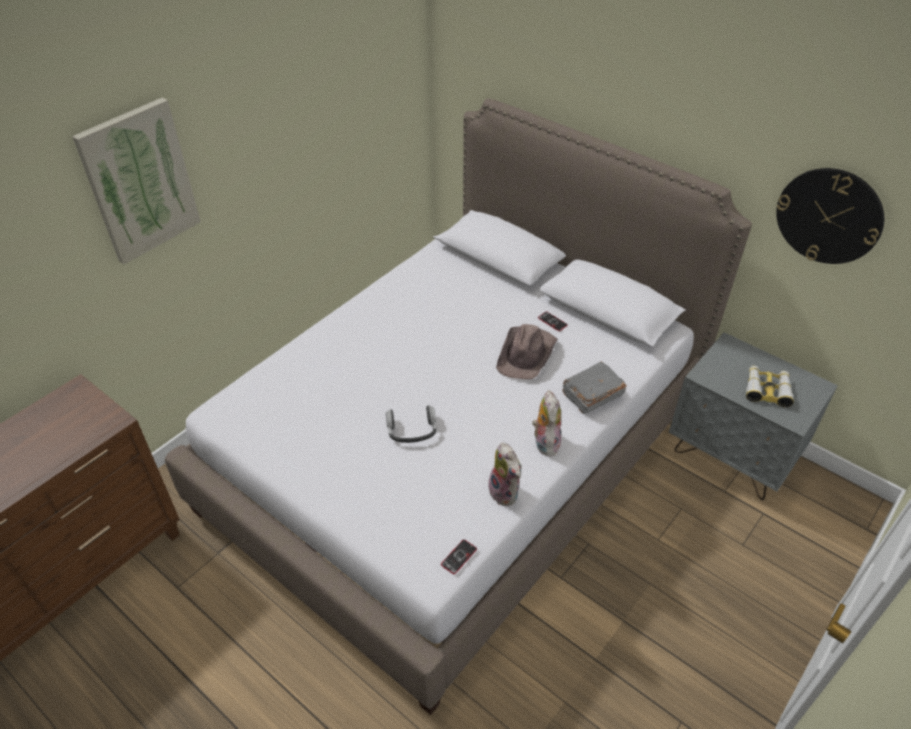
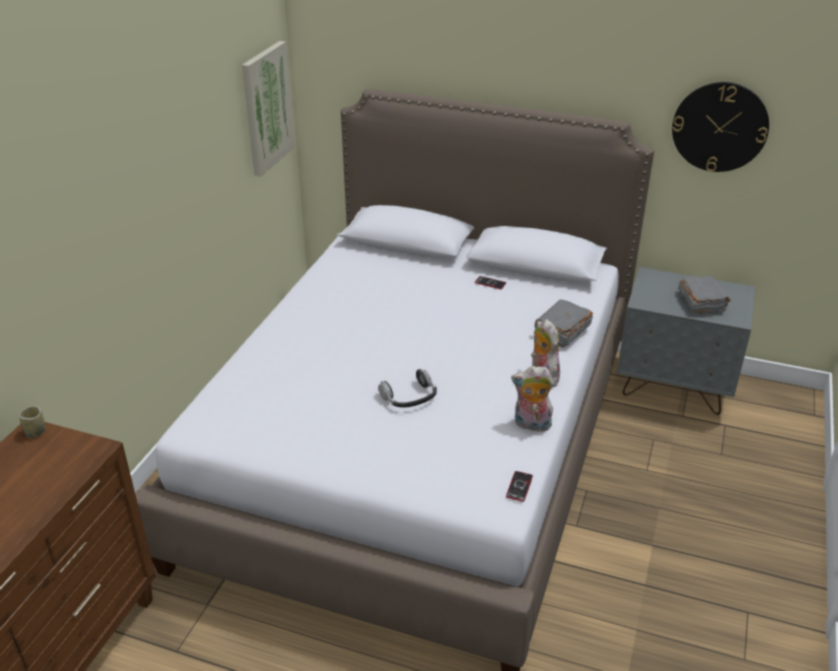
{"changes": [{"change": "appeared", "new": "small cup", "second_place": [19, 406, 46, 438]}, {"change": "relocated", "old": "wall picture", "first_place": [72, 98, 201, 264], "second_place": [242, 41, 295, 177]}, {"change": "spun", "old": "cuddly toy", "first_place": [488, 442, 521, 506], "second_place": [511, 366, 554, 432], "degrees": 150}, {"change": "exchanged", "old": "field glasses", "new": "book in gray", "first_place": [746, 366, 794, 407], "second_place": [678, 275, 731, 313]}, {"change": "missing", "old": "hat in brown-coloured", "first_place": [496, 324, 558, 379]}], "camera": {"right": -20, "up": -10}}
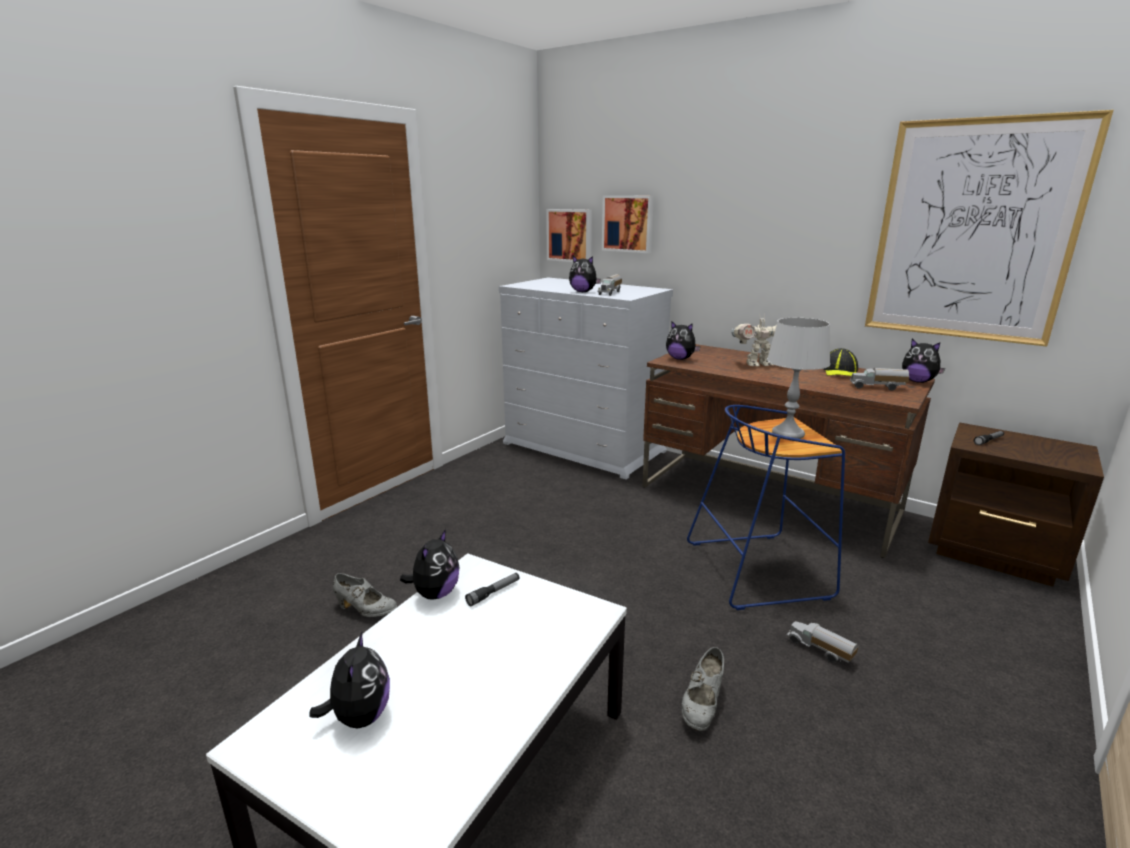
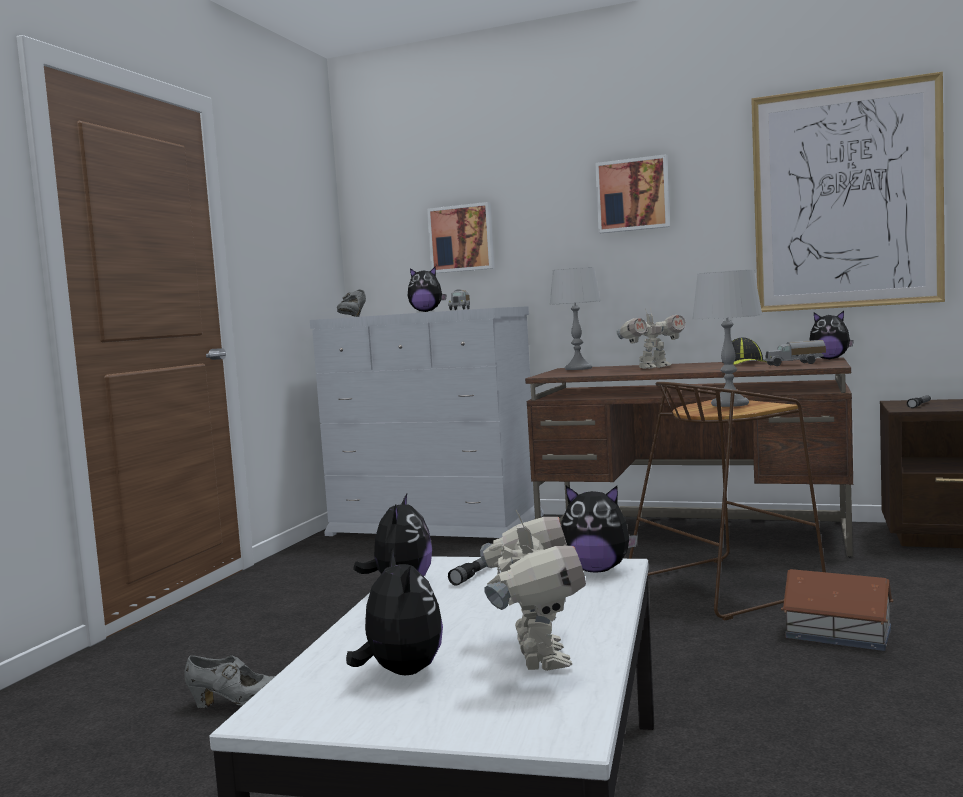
{"changes": [{"change": "relocated", "old": "low shoe in gray", "first_place": [682, 647, 724, 731], "second_place": [337, 290, 366, 317]}, {"change": "appeared", "new": "toy robot", "second_place": [480, 510, 586, 671]}, {"change": "appeared", "new": "lamp for a table in gray", "second_place": [549, 267, 600, 370]}, {"change": "relocated", "old": "cuddly toy", "first_place": [666, 321, 700, 360], "second_place": [561, 486, 638, 572]}, {"change": "relocated", "old": "wall picture", "first_place": [546, 209, 592, 262], "second_place": [595, 154, 670, 233]}, {"change": "colour", "old": "stool seat in blue-coloured", "new": "stool seat in brown-coloured", "first_place": [687, 405, 845, 610], "second_place": [629, 382, 826, 620]}, {"change": "exchanged", "old": "toy lorry", "new": "toy house", "first_place": [787, 621, 858, 663], "second_place": [781, 569, 893, 651]}], "camera": {"right": -15, "up": -15}}
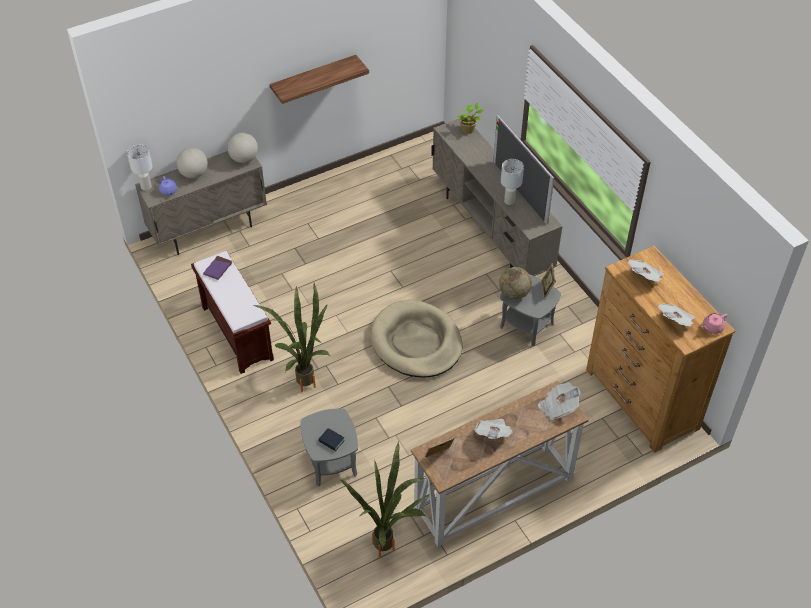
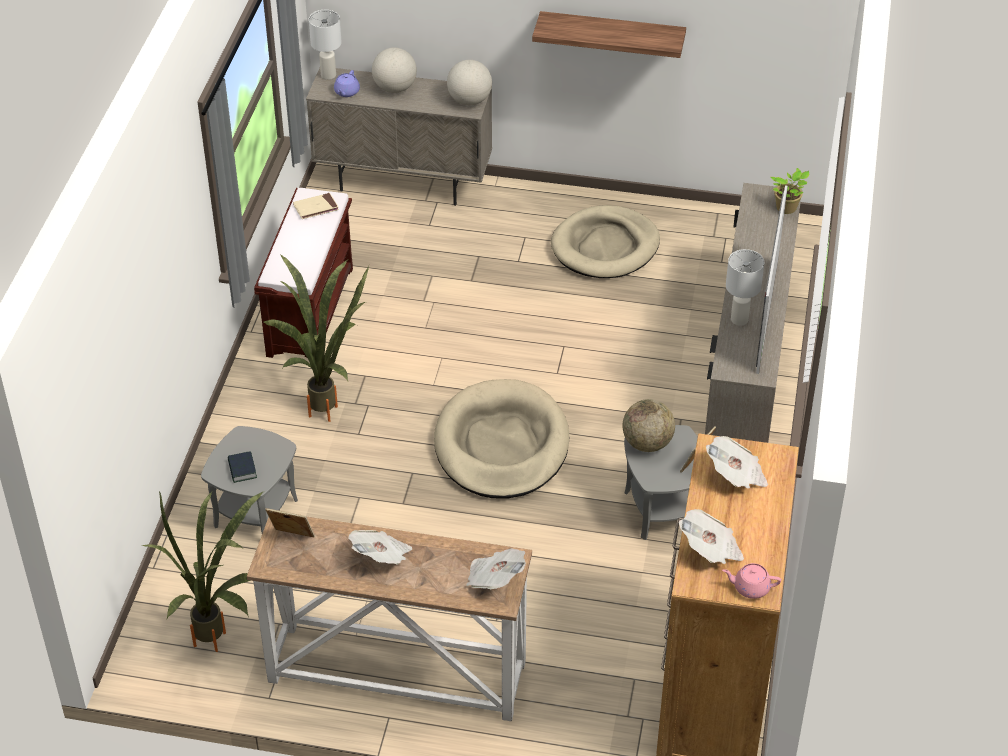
{"changes": [{"change": "colour", "old": "book in purple", "new": "book in beige-coloured", "first_place": [203, 256, 232, 280], "second_place": [293, 193, 339, 219]}, {"change": "appeared", "new": "pet bed in beige-coloured", "second_place": [551, 205, 660, 278]}], "camera": {"right": 40, "up": -5}}
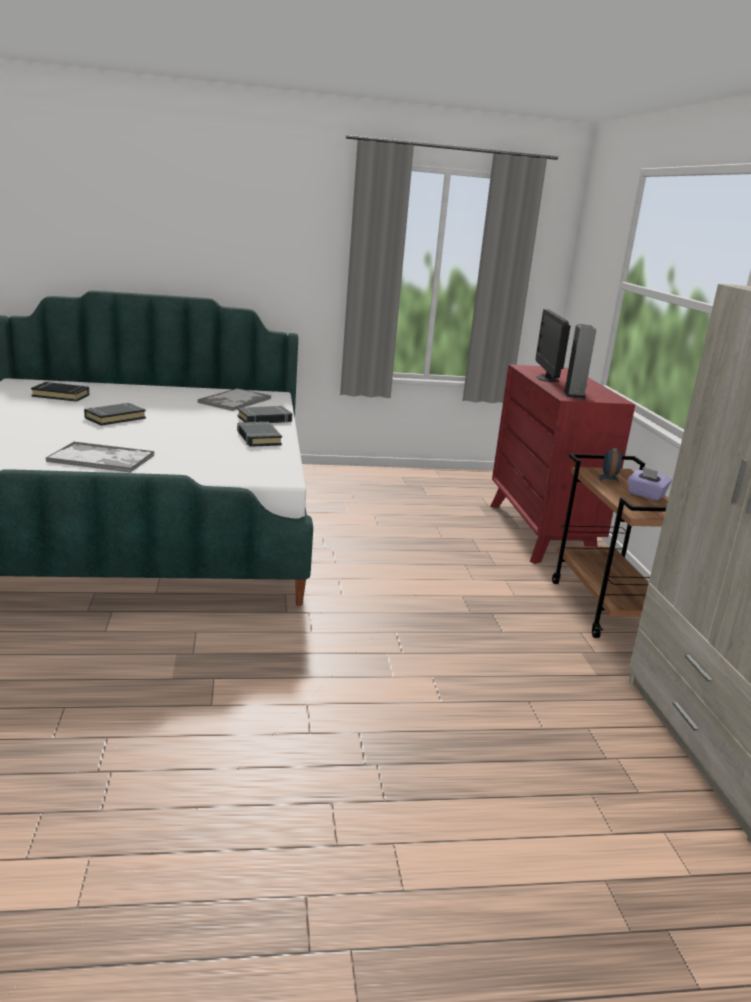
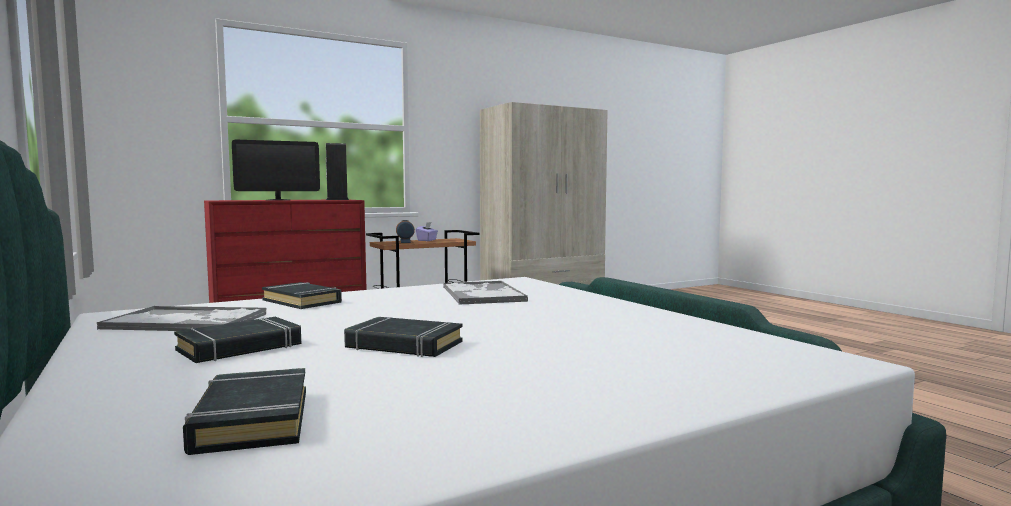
{"changes": [{"change": "relocated", "old": "book in black", "first_place": [237, 422, 282, 447], "second_place": [174, 317, 301, 363]}, {"change": "relocated", "old": "tray", "first_place": [46, 441, 154, 473], "second_place": [443, 281, 528, 305]}], "camera": {"right": -110, "up": -15}}
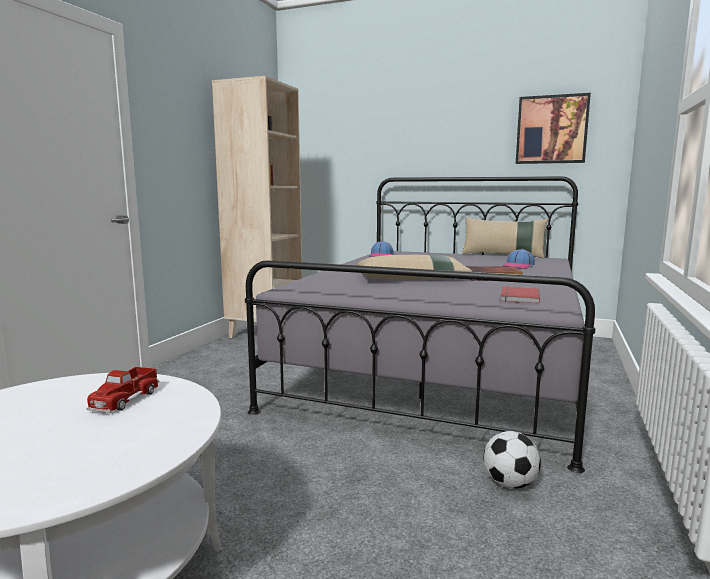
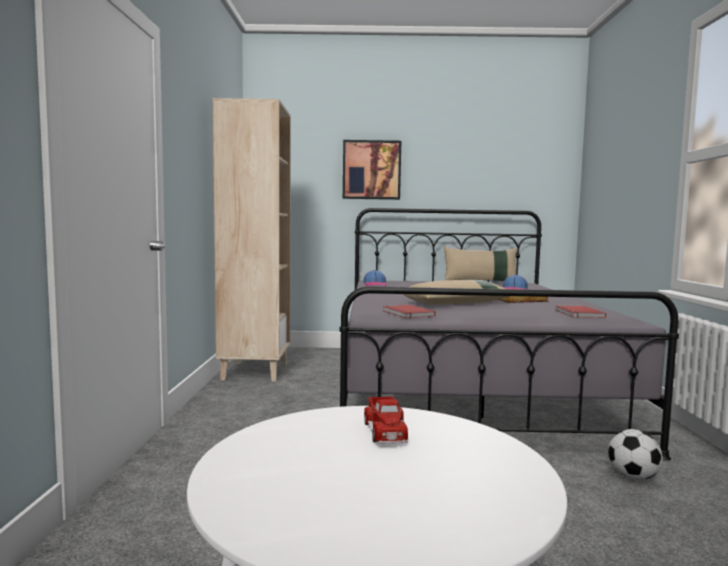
{"changes": [{"change": "relocated", "old": "wall picture", "first_place": [516, 93, 591, 164], "second_place": [343, 140, 401, 200]}, {"change": "appeared", "new": "book in red", "second_place": [383, 305, 436, 319]}], "camera": {"right": -20, "up": -5}}
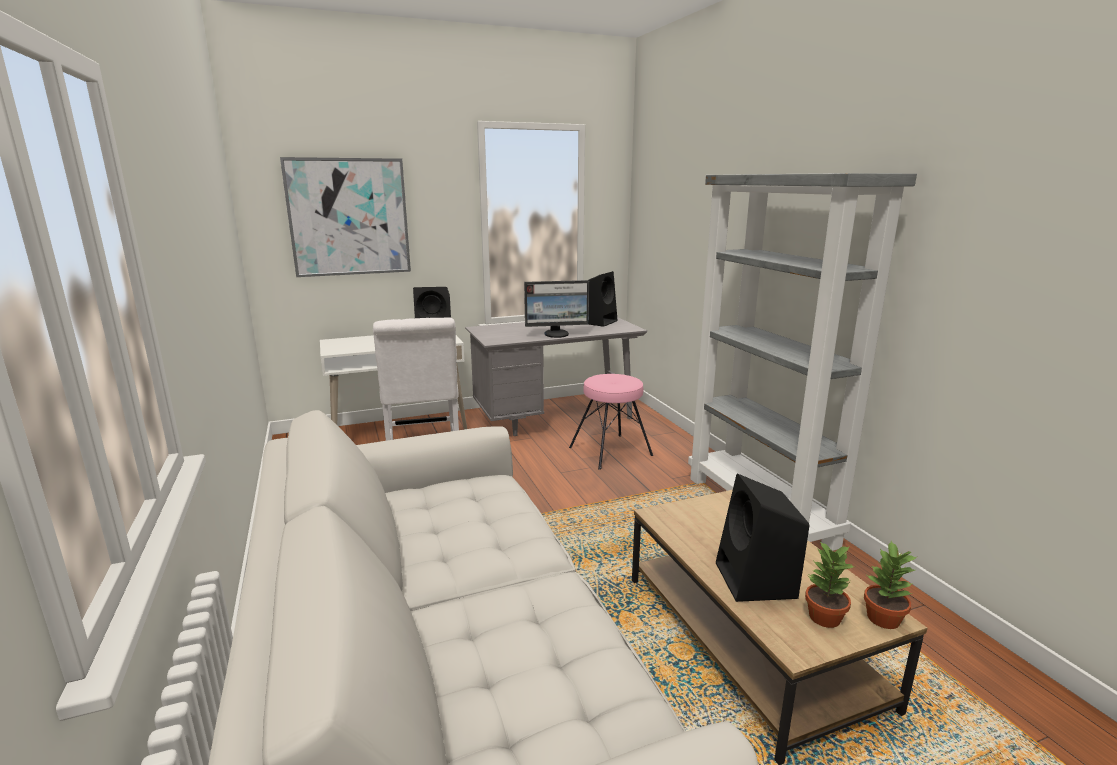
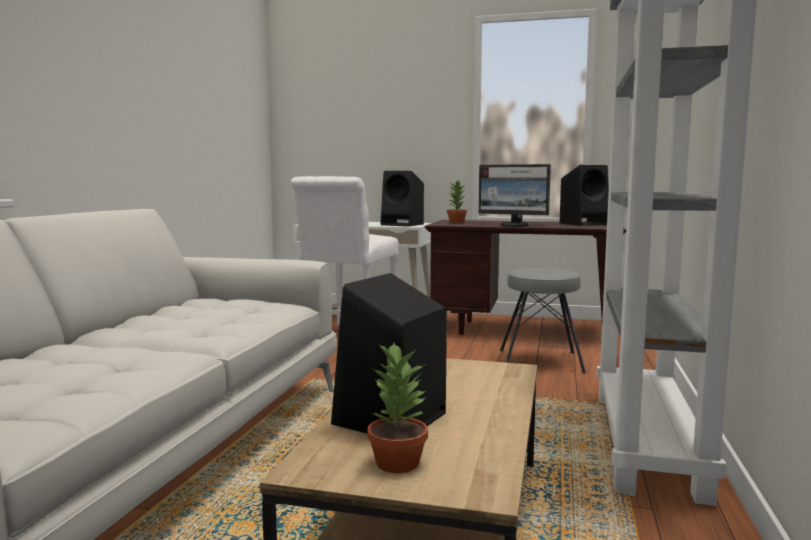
{"changes": [{"change": "colour", "old": "desk in gray", "new": "desk in brown-coloured", "first_place": [465, 317, 647, 436], "second_place": [425, 220, 626, 335]}, {"change": "relocated", "old": "potted plant", "first_place": [864, 541, 917, 629], "second_place": [447, 181, 467, 223]}, {"change": "colour", "old": "stool seat in pink", "new": "stool seat in gray", "first_place": [569, 374, 653, 470], "second_place": [500, 268, 586, 373]}, {"change": "missing", "old": "wall picture", "first_place": [280, 157, 411, 277]}], "camera": {"right": 35, "up": -10}}
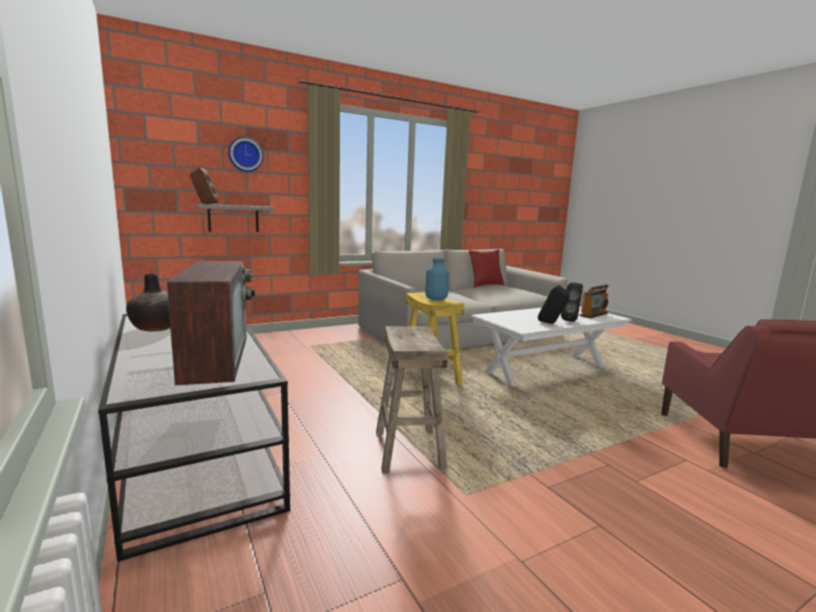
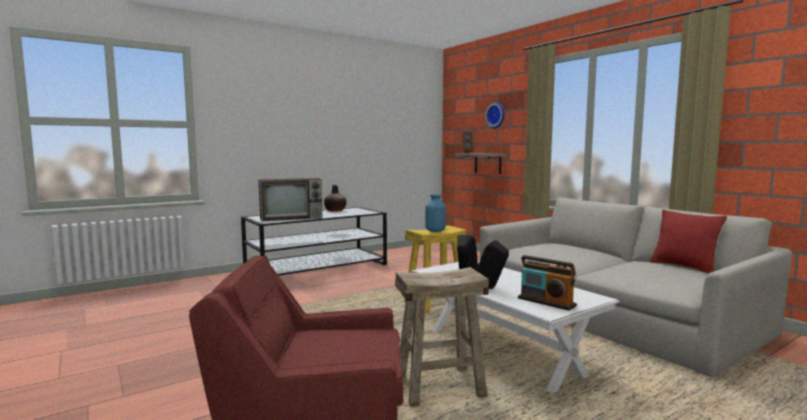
{"changes": [{"change": "relocated", "old": "stool seat in beige-coloured", "first_place": [376, 326, 448, 474], "second_place": [395, 267, 489, 407]}], "camera": {"right": 85, "up": -5}}
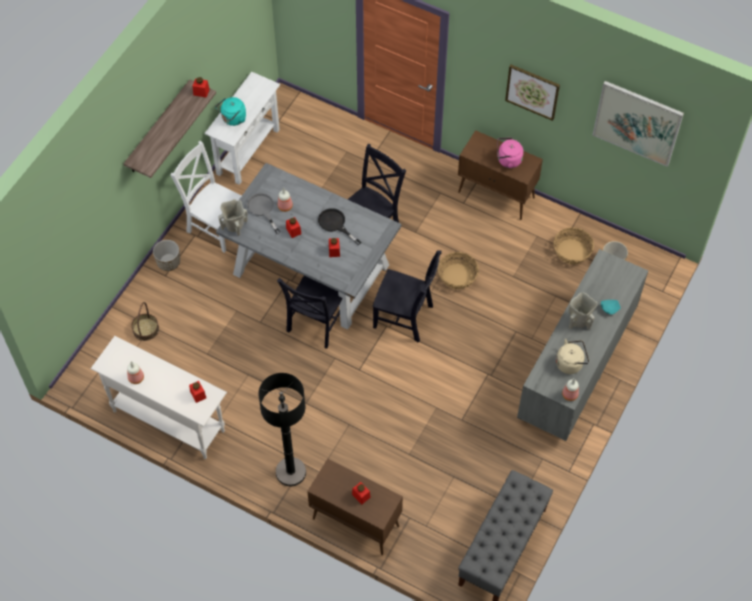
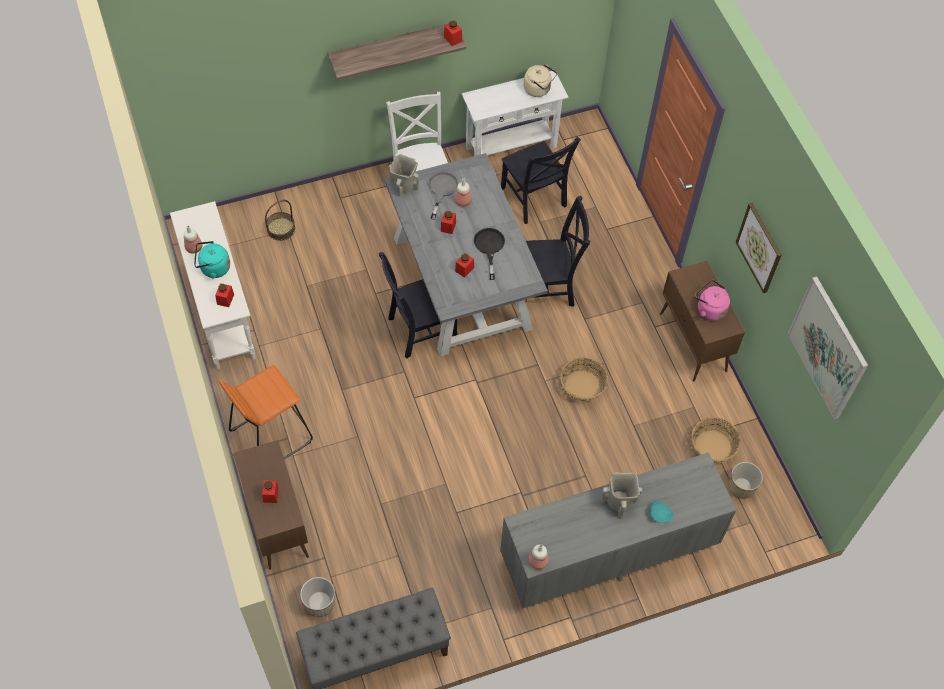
{"changes": [{"change": "relocated", "old": "tea kettle in blue-green", "first_place": [215, 97, 246, 126], "second_place": [194, 241, 230, 279]}, {"change": "exchanged", "old": "standing lamp in black", "new": "stool seat in orange-coloured", "first_place": [258, 373, 306, 486], "second_place": [218, 365, 313, 459]}, {"change": "relocated", "old": "flower pot", "first_place": [153, 240, 180, 271], "second_place": [300, 577, 335, 617]}, {"change": "relocated", "old": "upright chair in black", "first_place": [372, 250, 442, 343], "second_place": [501, 137, 581, 224]}, {"change": "relocated", "old": "tea kettle in beige-coloured", "first_place": [556, 339, 589, 374], "second_place": [524, 64, 557, 97]}], "camera": {"right": 40, "up": 0}}
